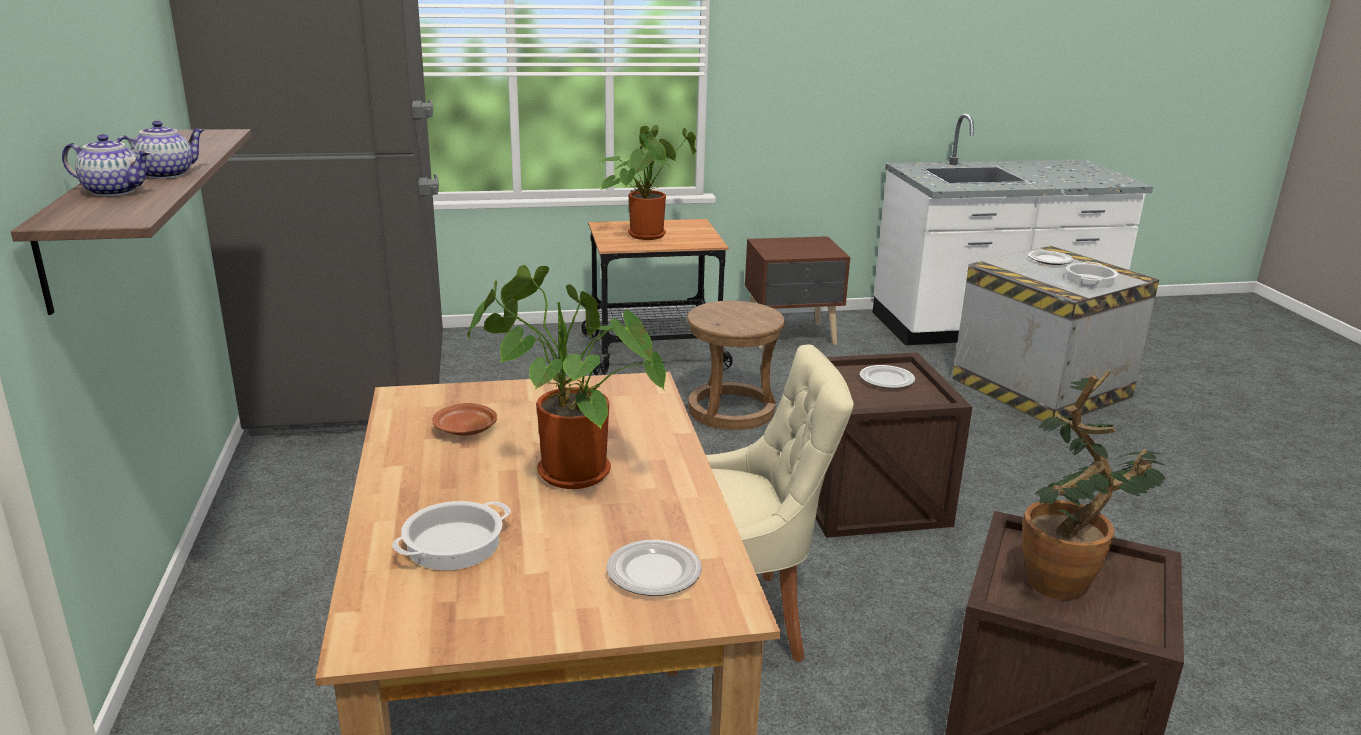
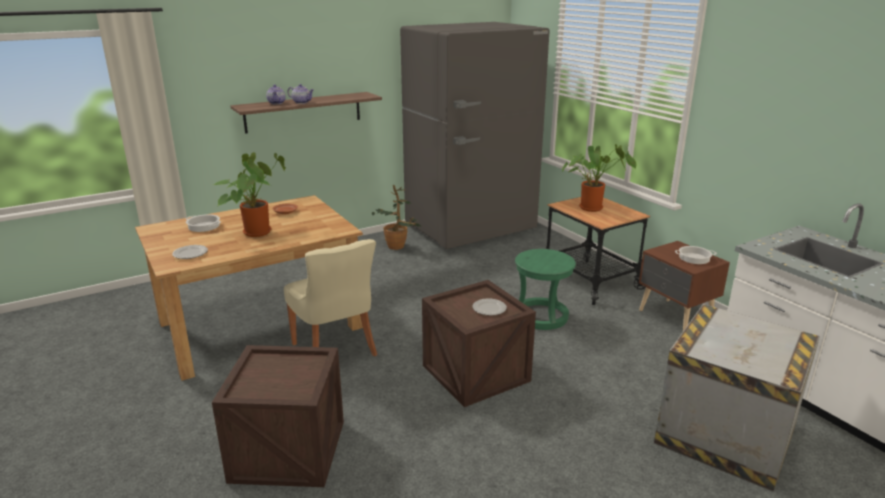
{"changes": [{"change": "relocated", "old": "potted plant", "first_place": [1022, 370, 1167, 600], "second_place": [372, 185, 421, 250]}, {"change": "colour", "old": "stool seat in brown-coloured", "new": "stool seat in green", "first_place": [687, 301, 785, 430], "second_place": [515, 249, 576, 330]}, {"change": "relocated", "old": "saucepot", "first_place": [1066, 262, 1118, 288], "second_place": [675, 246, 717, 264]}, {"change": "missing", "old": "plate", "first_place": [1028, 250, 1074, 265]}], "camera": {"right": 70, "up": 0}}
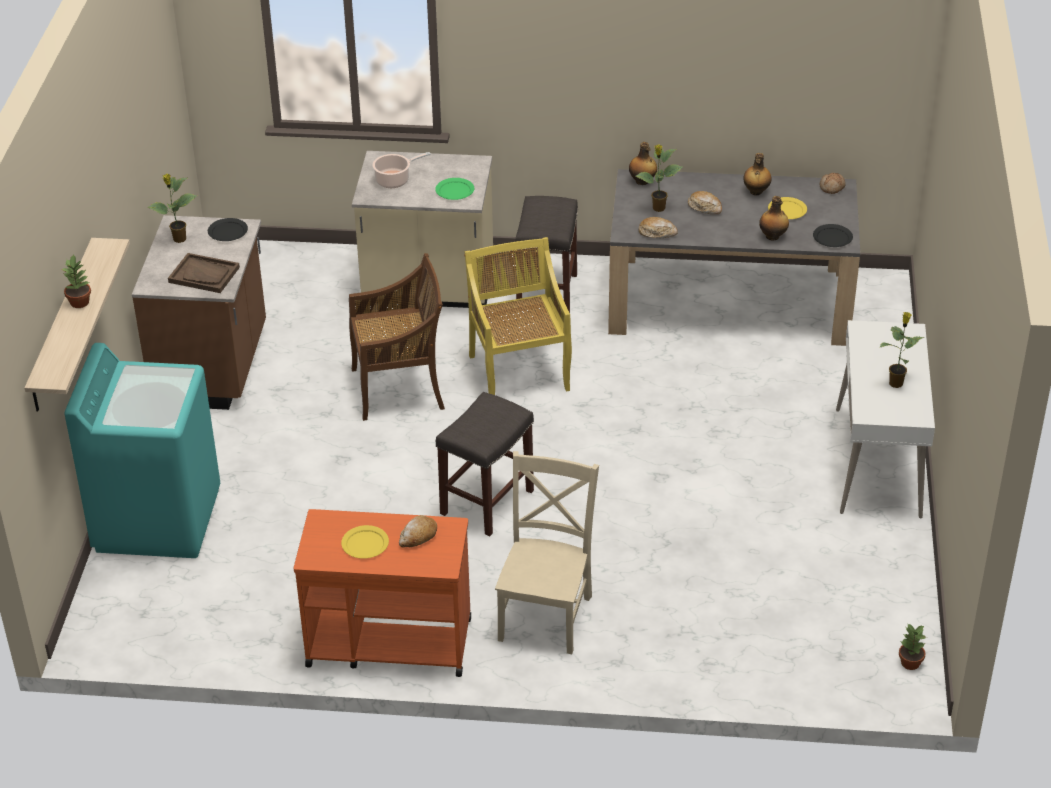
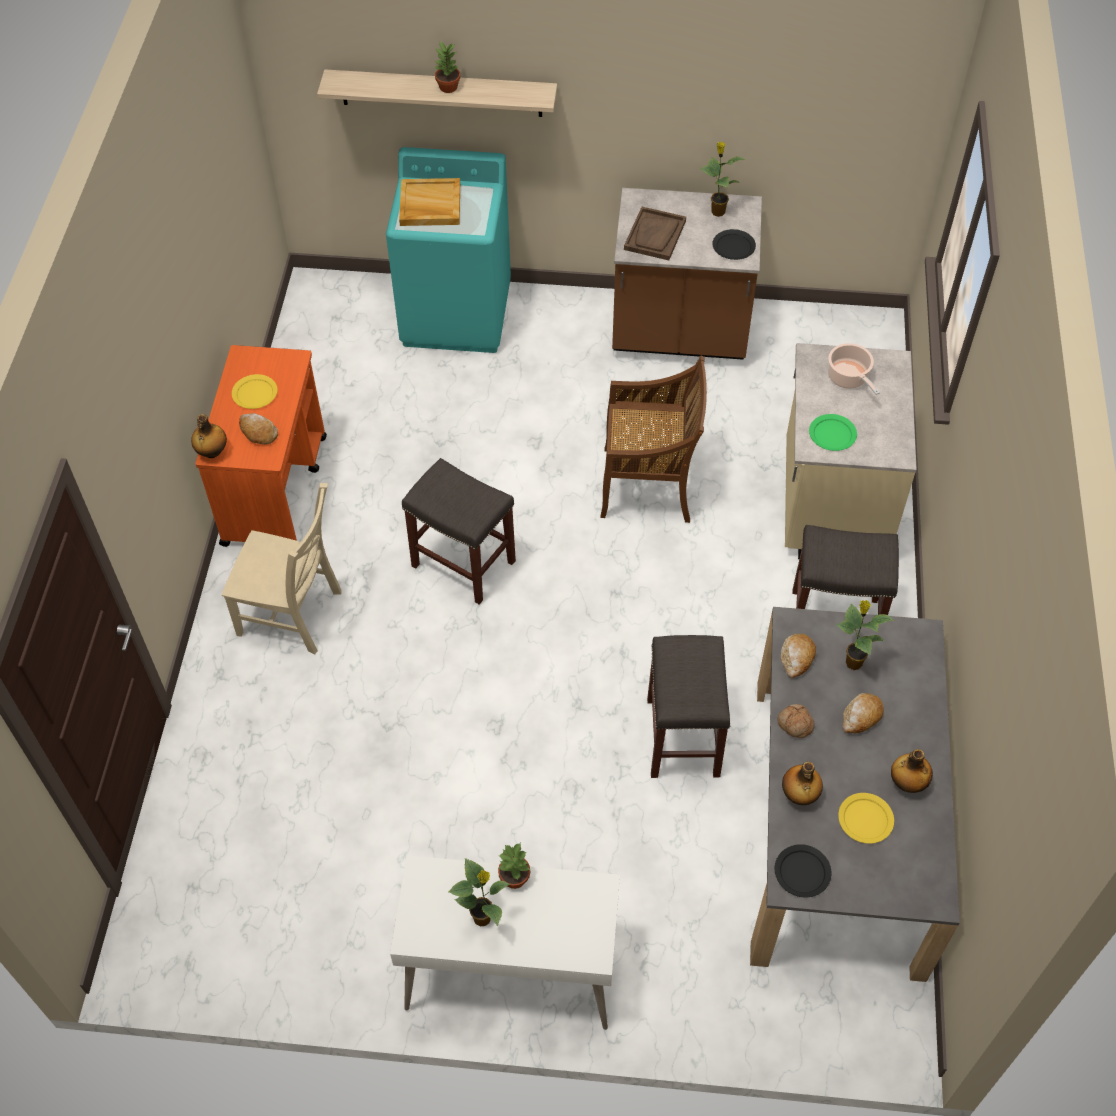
{"changes": [{"change": "relocated", "old": "bottle", "first_place": [629, 142, 657, 185], "second_place": [191, 414, 227, 458]}, {"change": "appeared", "new": "tray in beige-coloured", "second_place": [399, 178, 460, 226]}, {"change": "relocated", "old": "potted plant", "first_place": [899, 624, 926, 670], "second_place": [498, 843, 531, 889]}, {"change": "spun", "old": "upright chair in brown-coloured", "first_place": [349, 253, 445, 421], "second_place": [600, 356, 707, 523], "degrees": -75}, {"change": "appeared", "new": "stool seat in gray", "second_place": [647, 635, 730, 778]}, {"change": "relocated", "old": "bread", "first_place": [820, 173, 846, 194], "second_place": [777, 704, 815, 738]}, {"change": "missing", "old": "upright chair in yellowish", "first_place": [464, 237, 572, 395]}], "camera": {"right": 90, "up": 15}}
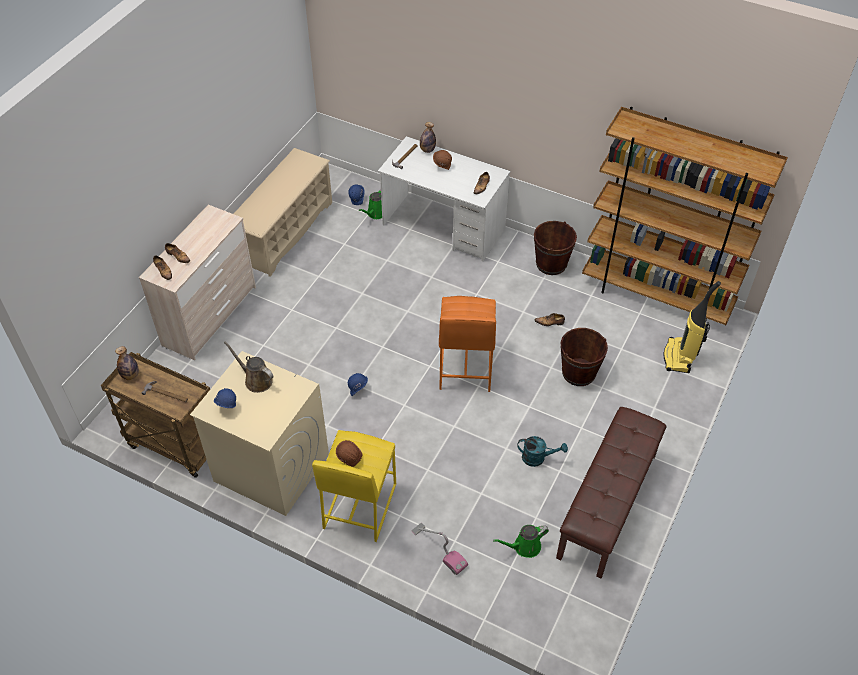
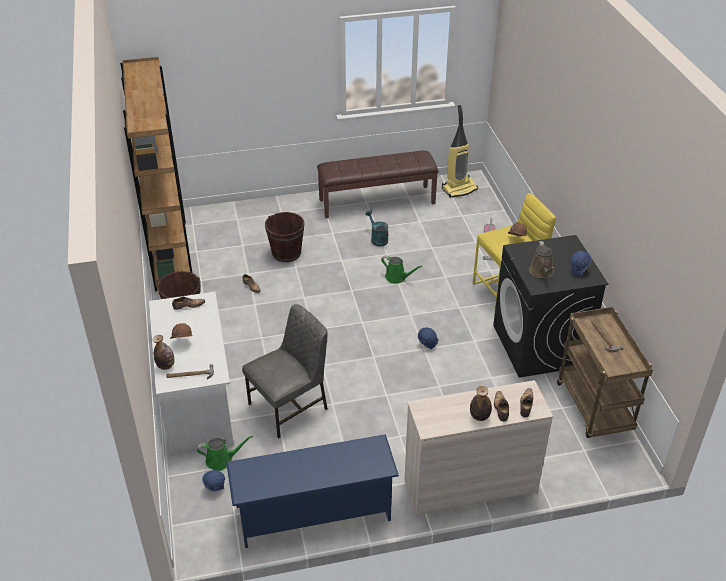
{"changes": [{"change": "colour", "old": "shoe rack in beige-coloured", "new": "shoe rack in blue-coloured", "first_place": [234, 148, 332, 277], "second_place": [226, 434, 399, 548]}, {"change": "appeared", "new": "upright chair in gray", "second_place": [242, 304, 328, 439]}, {"change": "relocated", "old": "watering pot in green", "first_place": [493, 525, 549, 558], "second_place": [381, 255, 423, 284]}, {"change": "relocated", "old": "hoover", "first_place": [664, 281, 721, 373], "second_place": [442, 105, 478, 198]}, {"change": "relocated", "old": "bottle", "first_place": [115, 346, 139, 380], "second_place": [470, 386, 492, 421]}, {"change": "colour", "old": "laundry appliance in beige-coloured", "new": "laundry appliance in black", "first_place": [190, 351, 329, 516], "second_place": [493, 235, 608, 378]}, {"change": "missing", "old": "stool seat in orange-coloured", "first_place": [439, 296, 496, 392]}], "camera": {"right": -130, "up": -10}}
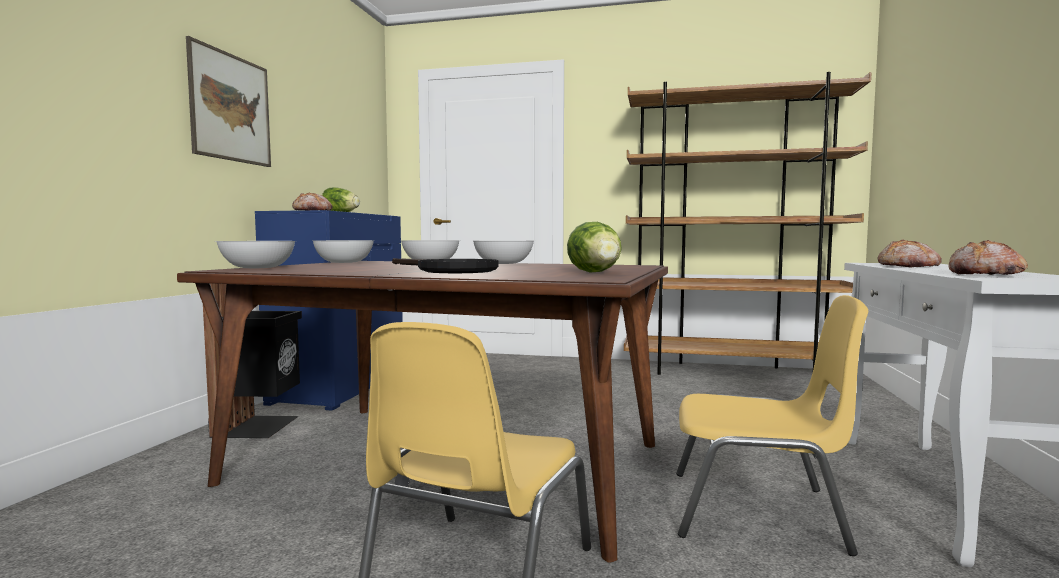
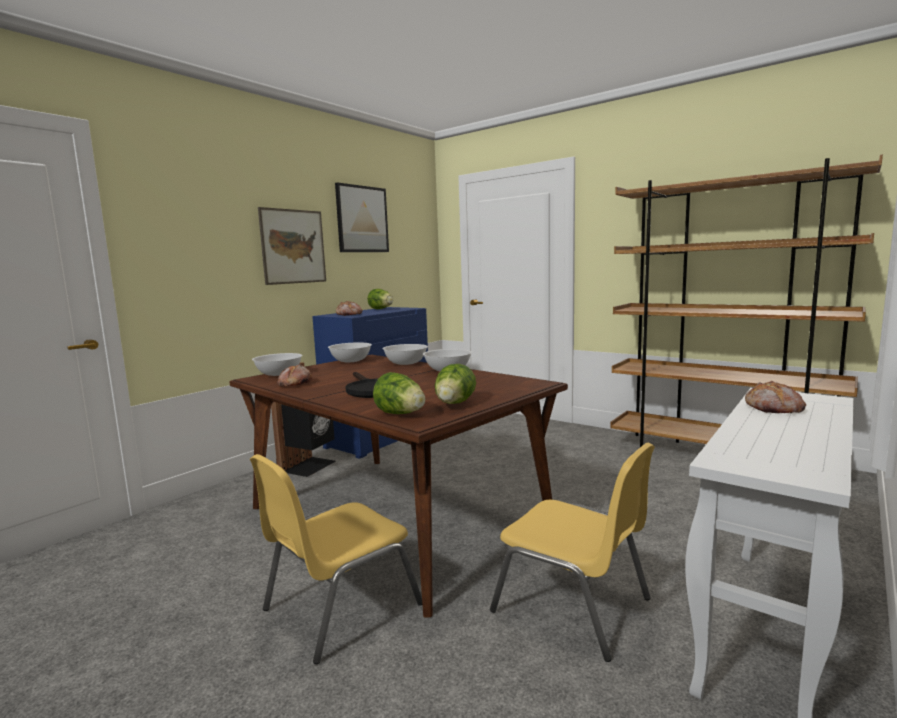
{"changes": [{"change": "relocated", "old": "bread", "first_place": [949, 240, 1028, 275], "second_place": [277, 365, 312, 387]}, {"change": "appeared", "new": "wall picture", "second_place": [335, 182, 389, 252]}, {"change": "appeared", "new": "lettuce head", "second_place": [373, 372, 425, 414]}], "camera": {"right": 25, "up": 5}}
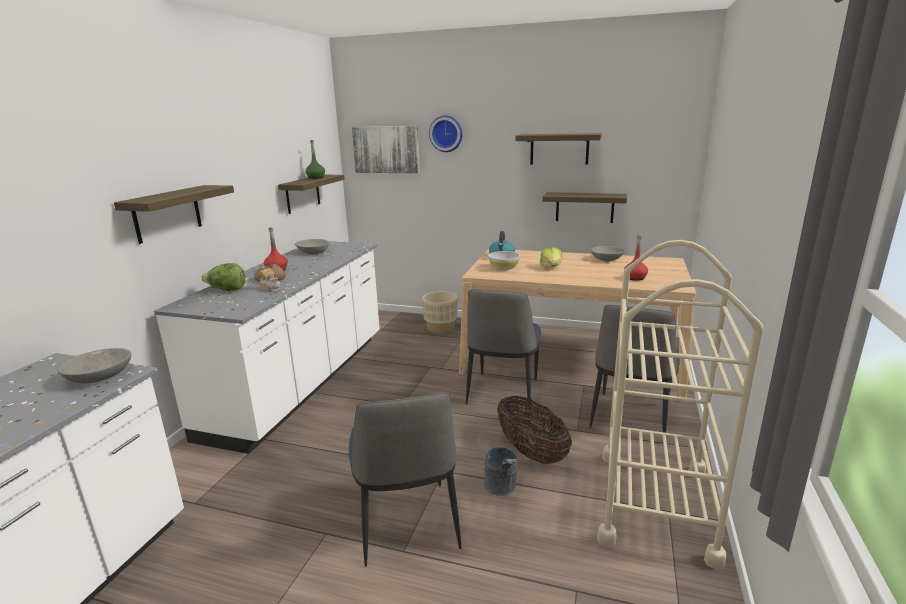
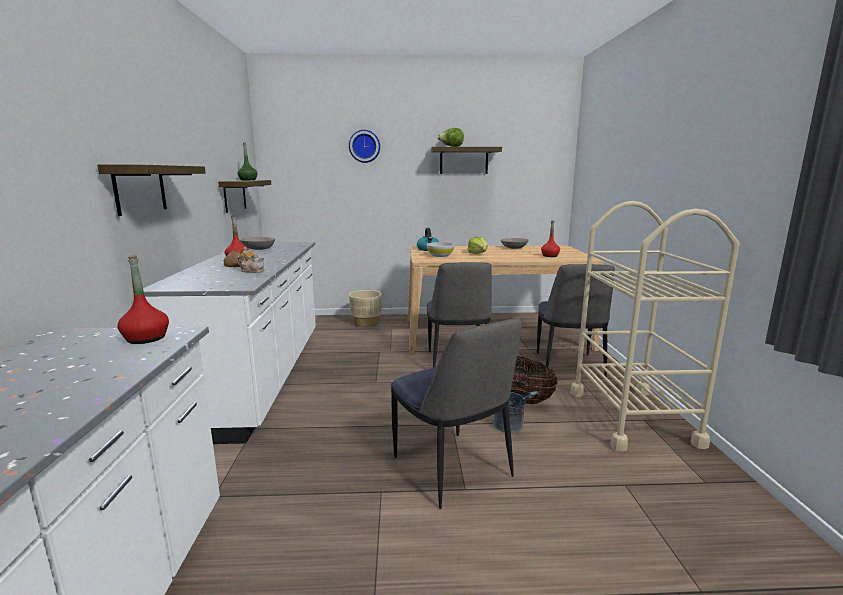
{"changes": [{"change": "exchanged", "old": "deep dish in gray", "new": "bottle in red", "first_place": [57, 348, 131, 384], "second_place": [117, 255, 169, 344]}, {"change": "relocated", "old": "lettuce head", "first_place": [201, 263, 245, 291], "second_place": [437, 128, 464, 147]}, {"change": "missing", "old": "wall picture", "first_place": [352, 126, 420, 173]}, {"change": "missing", "old": "wall shelf", "first_place": [543, 192, 627, 223]}], "camera": {"right": -20, "up": -5}}
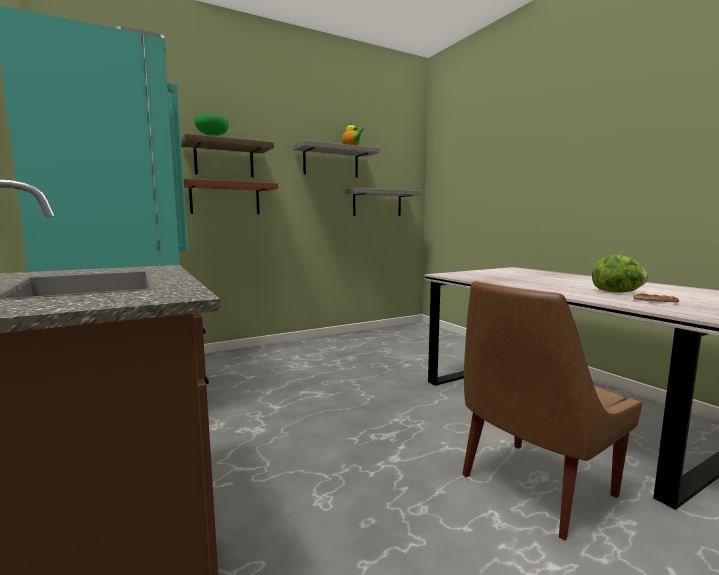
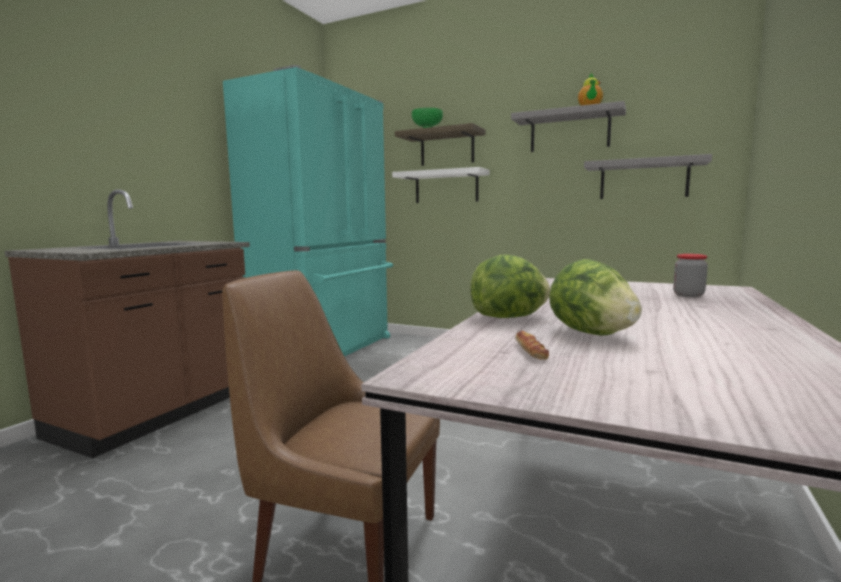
{"changes": [{"change": "colour", "old": "wall shelf in brown-coloured", "new": "wall shelf in white", "first_place": [184, 179, 278, 214], "second_place": [392, 167, 490, 203]}, {"change": "appeared", "new": "lettuce head", "second_place": [470, 254, 550, 318]}, {"change": "appeared", "new": "preserve jar", "second_place": [673, 254, 708, 297]}], "camera": {"right": 55, "up": 0}}
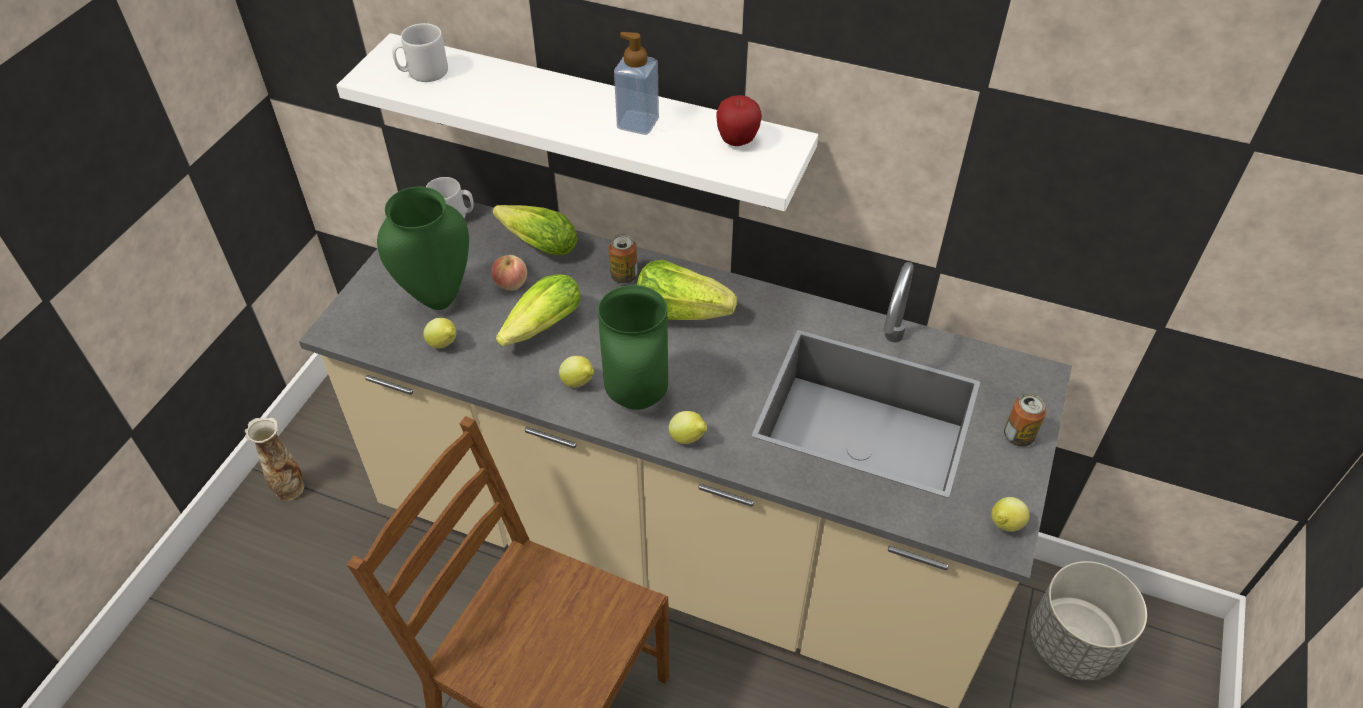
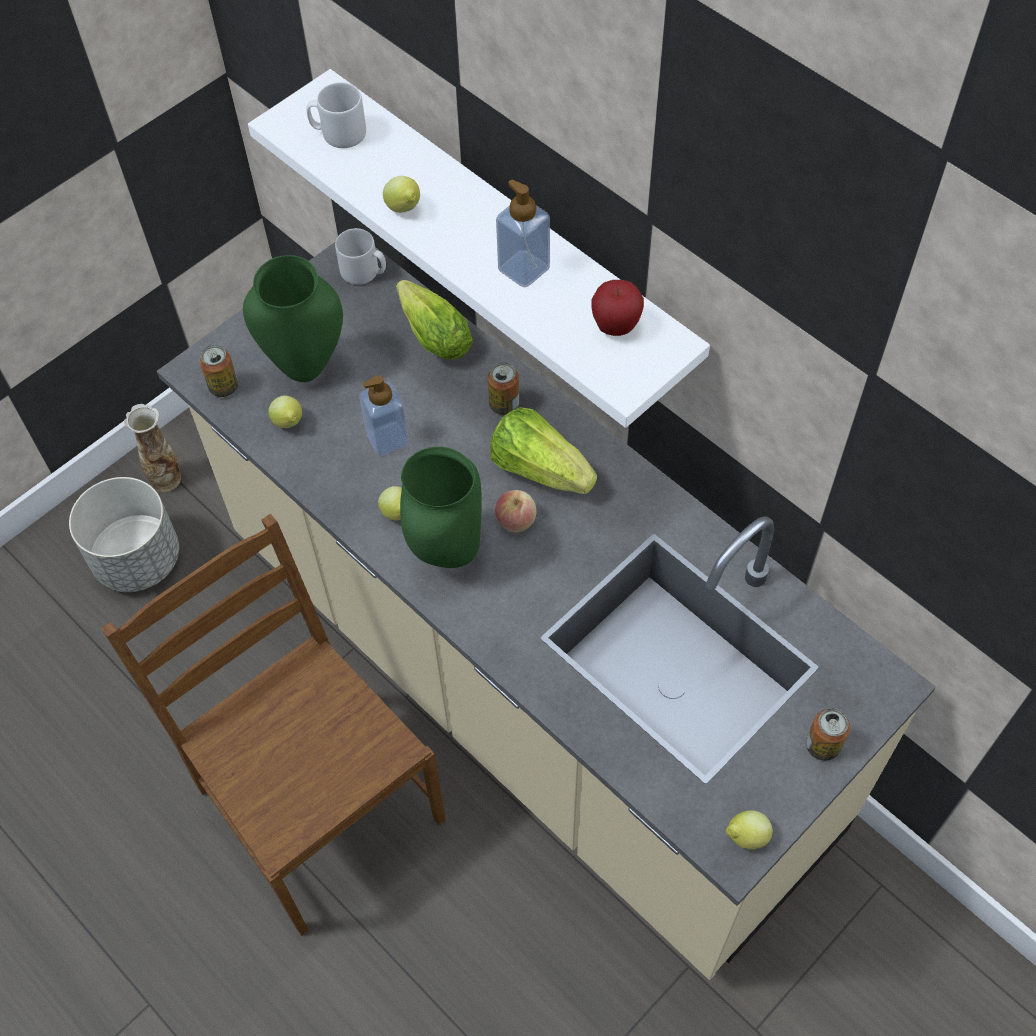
{"changes": [{"change": "relocated", "old": "flower pot in gray", "first_place": [1031, 561, 1147, 681], "second_place": [69, 477, 179, 592]}, {"change": "appeared", "new": "can", "second_place": [199, 345, 238, 397]}, {"change": "exchanged", "old": "lettuce head", "new": "liquid soap bottle", "first_place": [496, 274, 581, 346], "second_place": [359, 375, 409, 456]}, {"change": "relocated", "old": "citrus fruit", "first_place": [668, 411, 707, 444], "second_place": [383, 176, 420, 213]}, {"change": "relocated", "old": "apple fruit", "first_place": [491, 255, 527, 291], "second_place": [495, 490, 536, 533]}], "camera": {"right": 25, "up": 10}}
